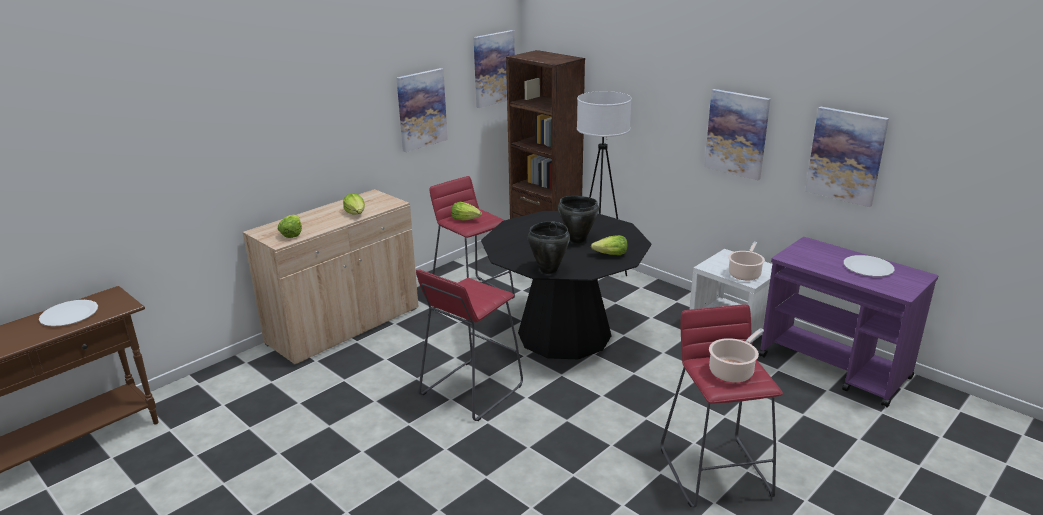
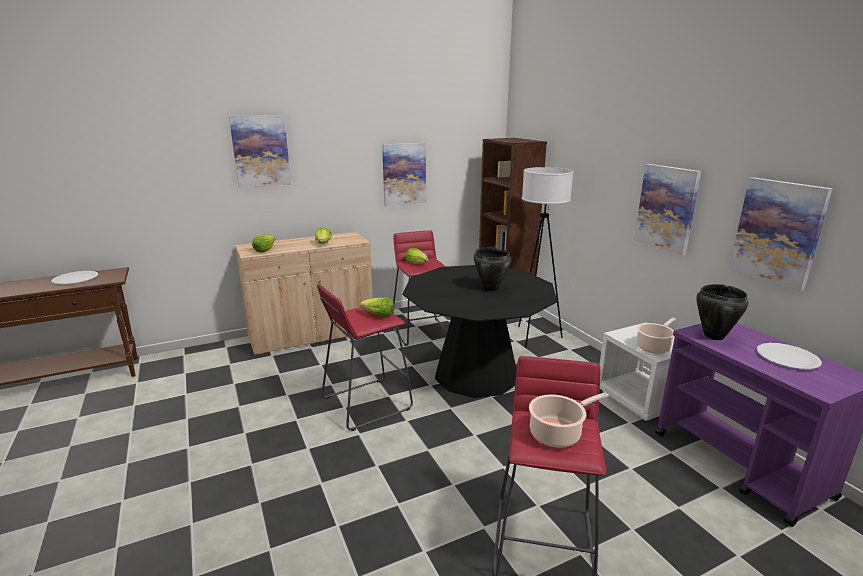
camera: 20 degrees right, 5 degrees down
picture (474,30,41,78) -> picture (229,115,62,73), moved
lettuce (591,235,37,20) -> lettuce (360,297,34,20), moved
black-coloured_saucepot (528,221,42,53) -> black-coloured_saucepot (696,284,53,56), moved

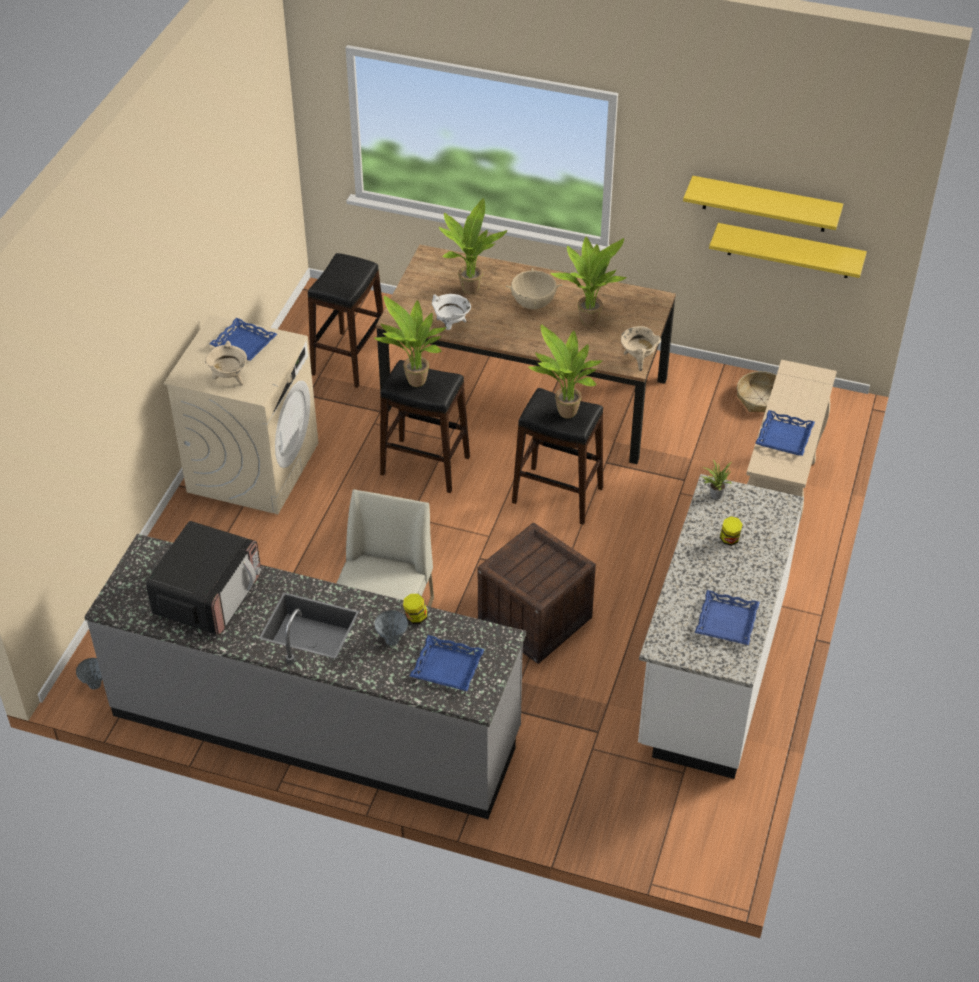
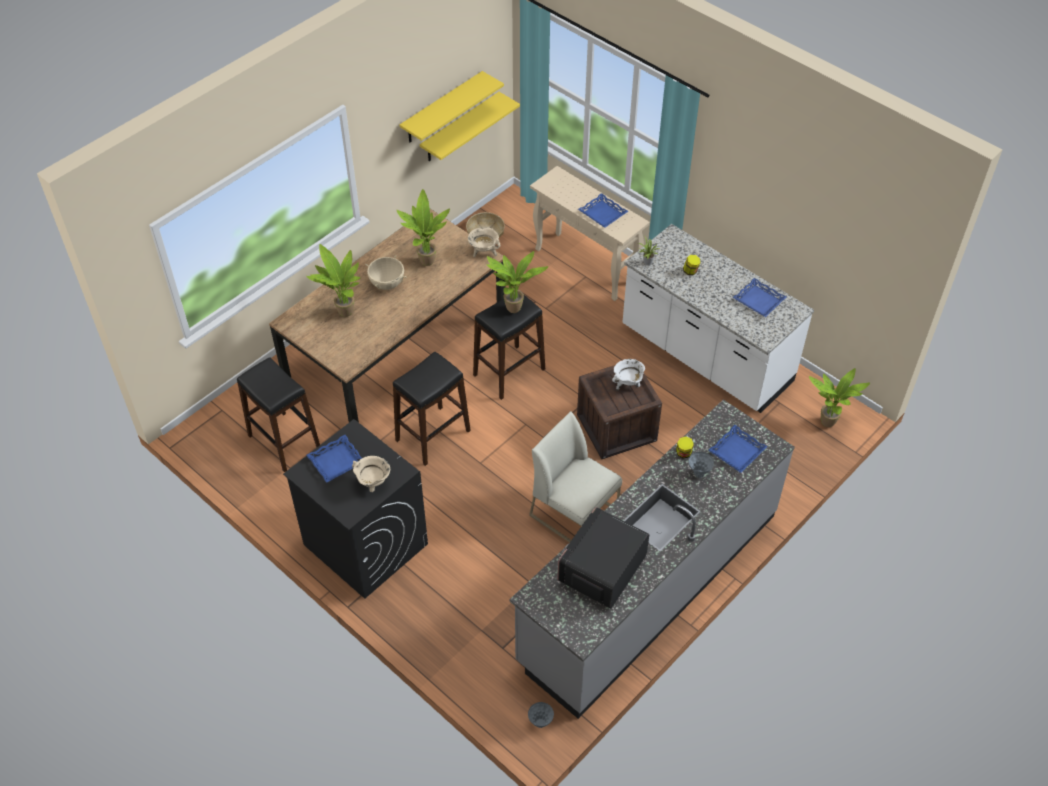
camera: 65 degrees left, 5 degrees up
beige-coloured_washing_machine (164,315,155,199) -> black-coloured_washing_machine (283,419,145,180)
microwave_oven (146,521,115,114) -> microwave_oven (557,507,92,102), 105 degrees counterclockwise
whitish_saucepot (432,294,39,36) -> whitish_saucepot (612,359,33,32), moved
plant_in_a_pot (374,296,72,91) -> plant_in_a_pot (809,368,61,59), moved

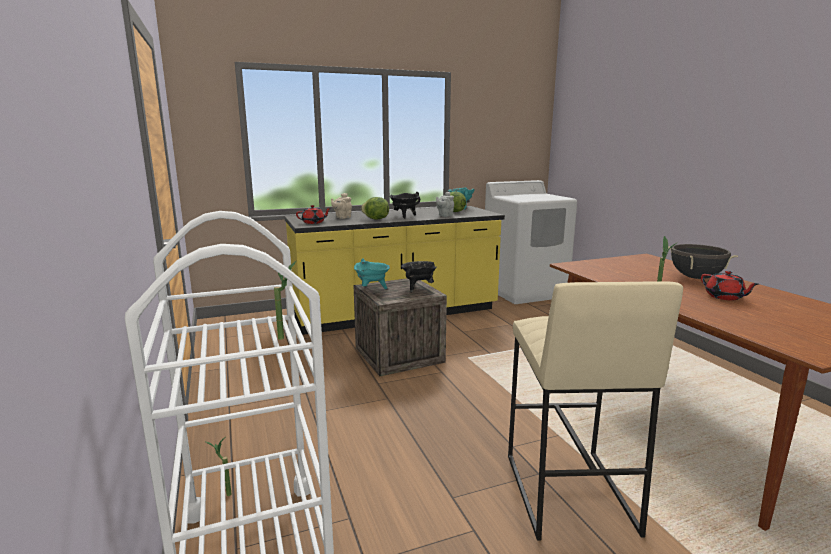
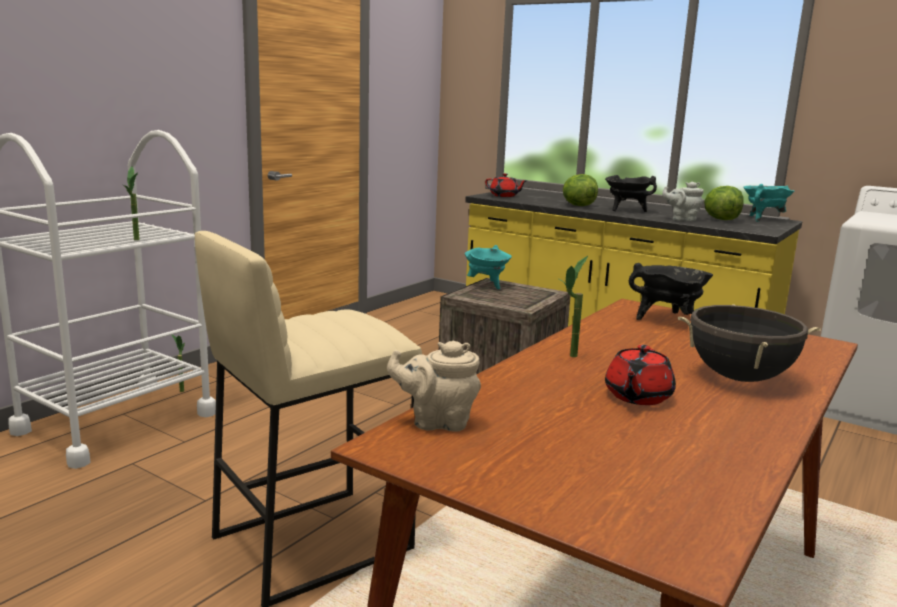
camera: 55 degrees right, 0 degrees up
beige-coloured_teapot (331,193,21,26) -> beige-coloured_teapot (387,341,94,91), moved
black-coloured_saucepot (401,261,36,31) -> black-coloured_saucepot (629,263,84,57), moved

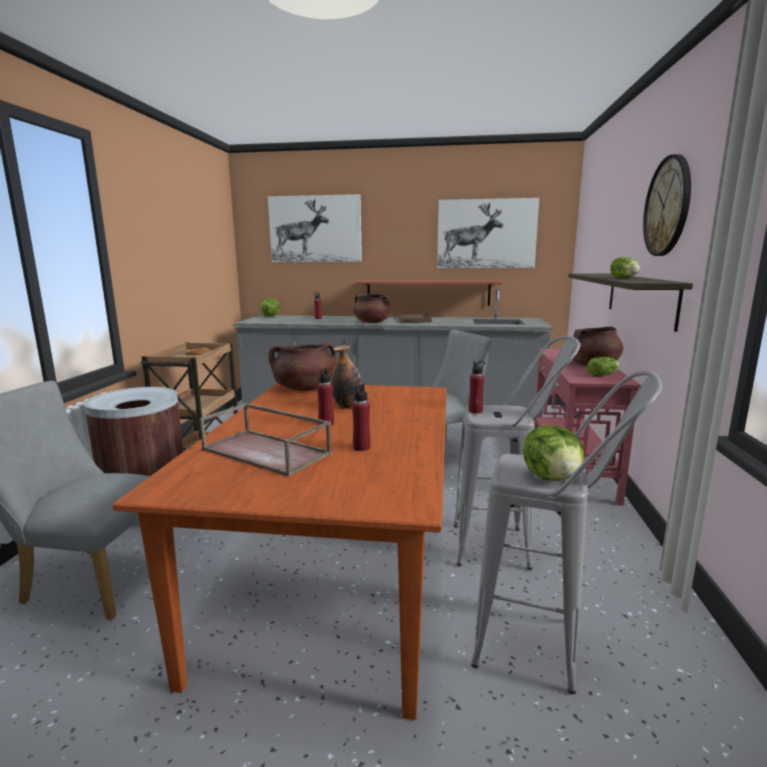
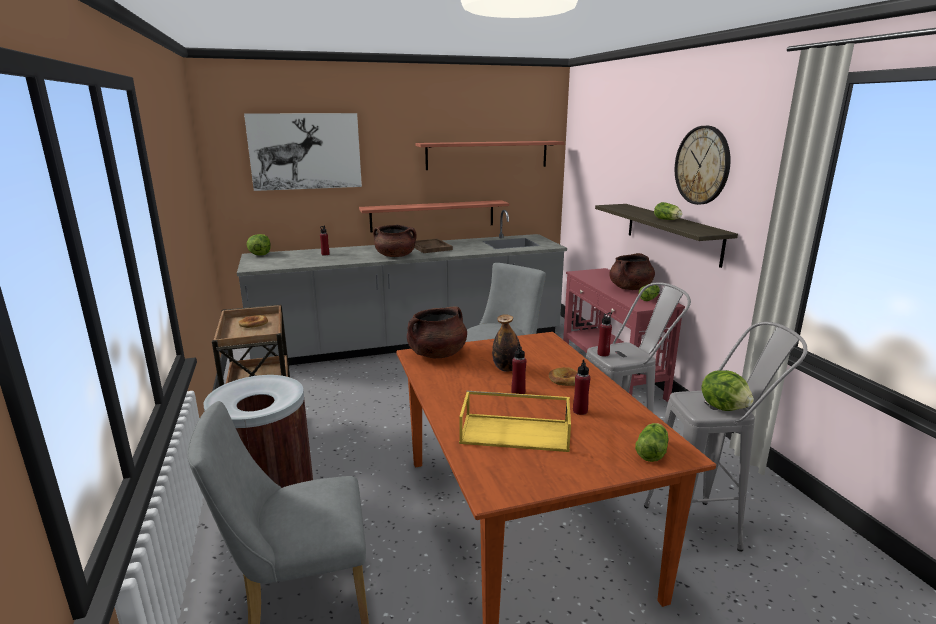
camera: 25 degrees left, 5 degrees up
picture (437,198,102,70) -> wall_shelf (415,141,150,29)
brown_tray (199,403,133,73) -> yellow-coloured_tray (459,391,112,61)
none -> bakery_bread (549,367,29,19)
none -> lettuce (635,423,34,39)

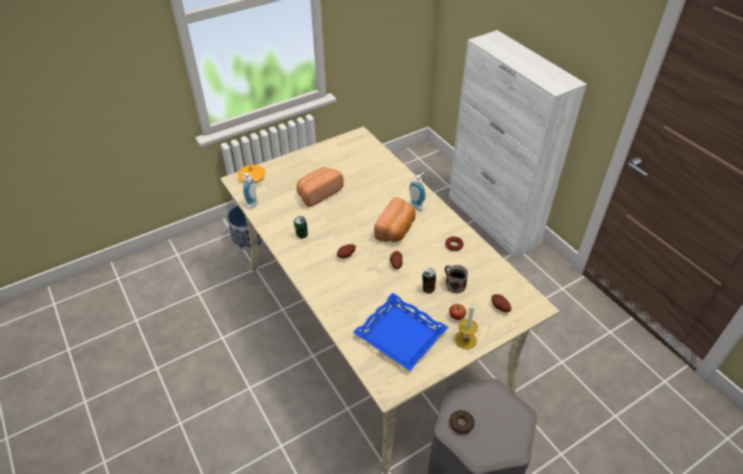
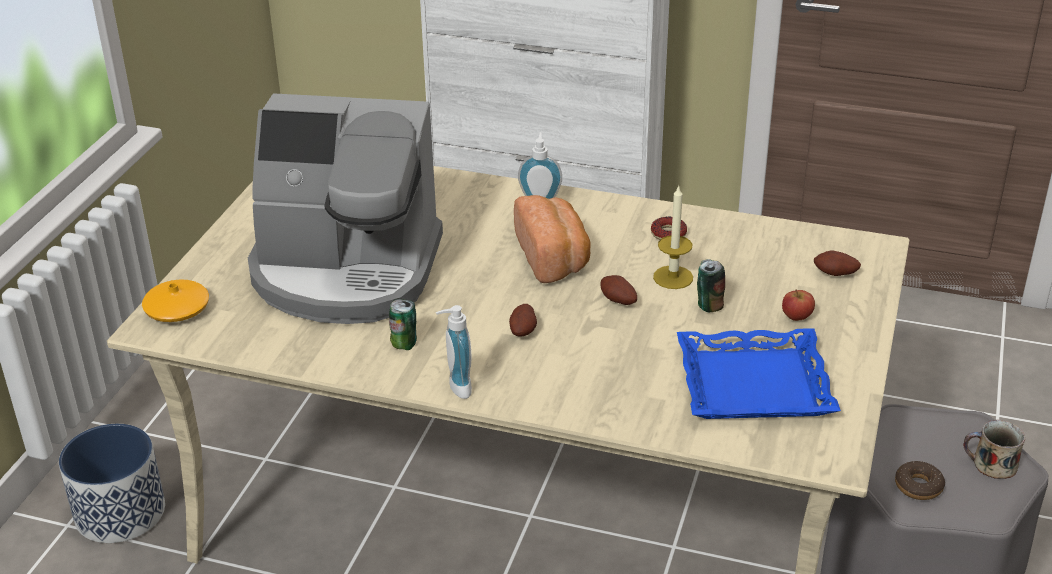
camera: 40 degrees left, 10 degrees down
bakery_bread (296,167,47,40) -> coffee_maker (248,93,195,231)
liquid_soap_bottle (239,172,19,38) -> liquid_soap_bottle (436,305,36,94), moved
wax_light (455,303,23,46) -> wax_light (653,185,40,104), moved
mug (445,265,23,29) -> mug (963,420,62,59), moved

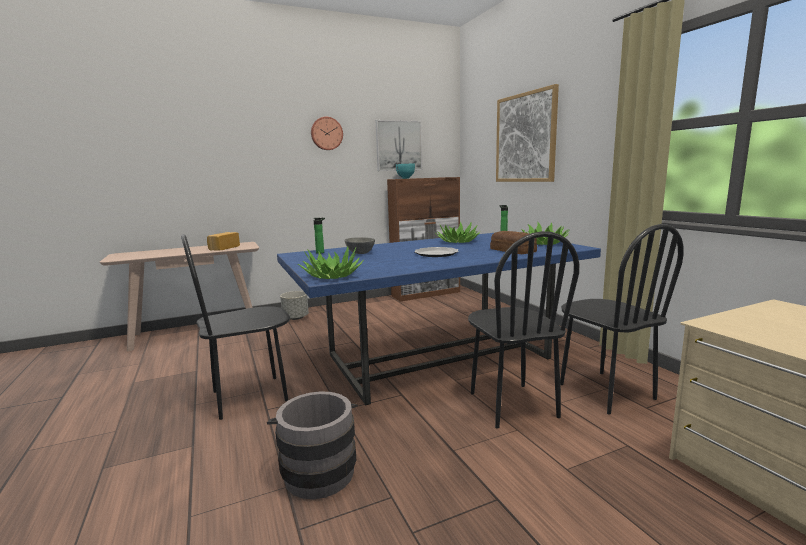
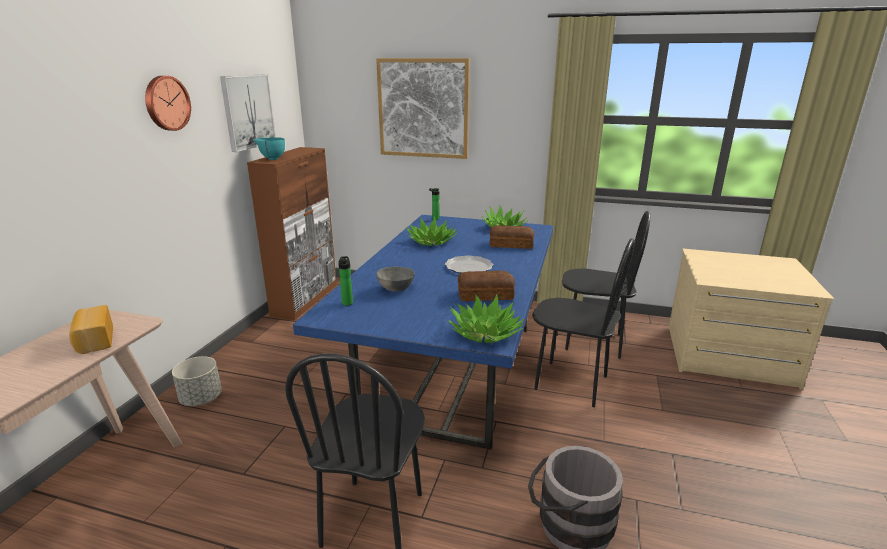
camera: 50 degrees left, 10 degrees up
none -> bakery_bread (458,271,57,30)

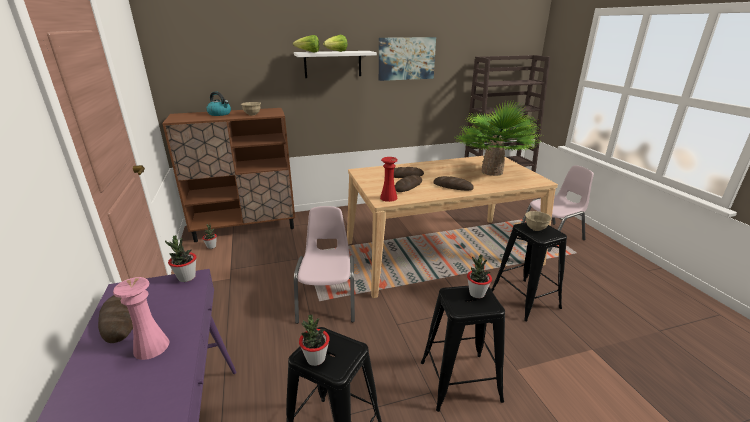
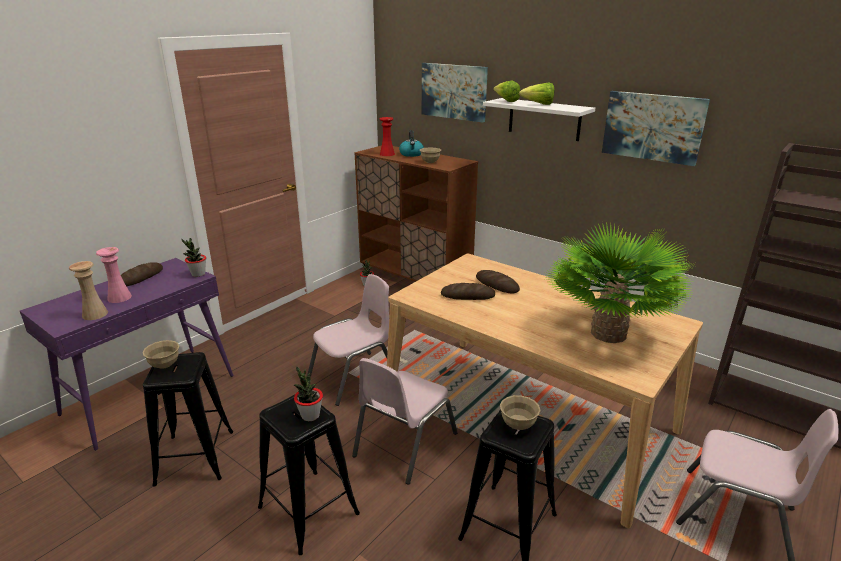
camera: 55 degrees right, 0 degrees up
none -> beige-coloured_flower_vase (69,261,39,59)
plant_in_a_pot (299,314,31,52) -> beige-coloured_bowl (142,340,38,29)
none -> pinkish_plain_chair (352,358,106,127)
red_flower_vase (380,157,18,45) -> red_flower_vase (380,117,15,39), moved
none -> picture (422,63,66,60)
bakery_bread (433,176,41,15) -> none

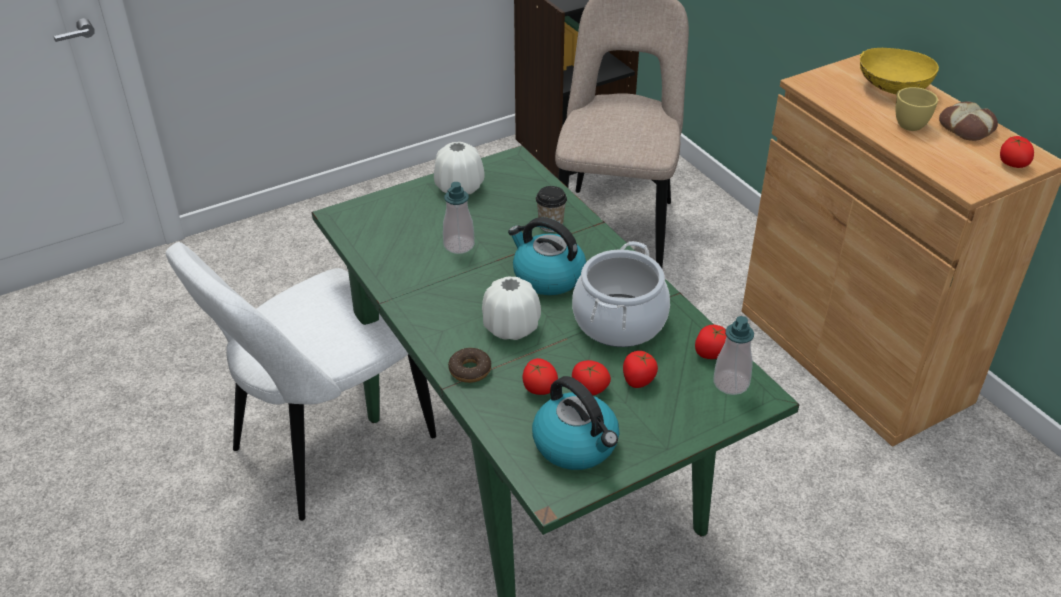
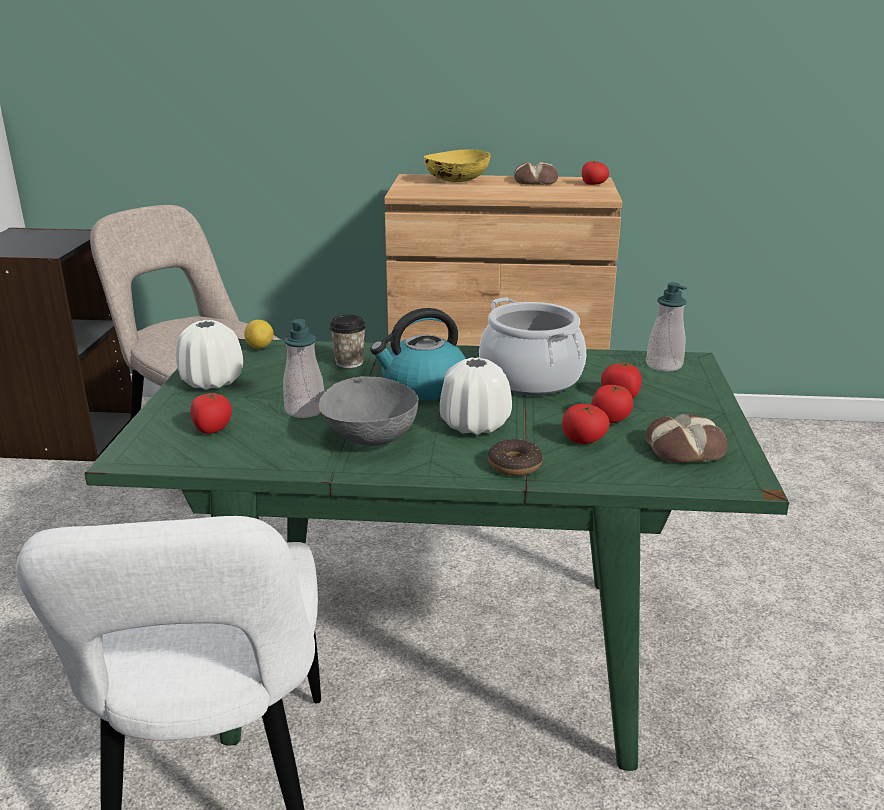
camera: 55 degrees left, 15 degrees down
fresh_tomato (695,325,31,34) -> fresh_tomato (190,391,42,43), moved
none -> citrus_fruit (244,320,30,29)
none -> grey_bowl (319,376,100,70)
kettle (532,376,87,94) -> bakery_bread (645,414,82,49)
yellow-coloured_small_cup (896,87,42,44) -> none

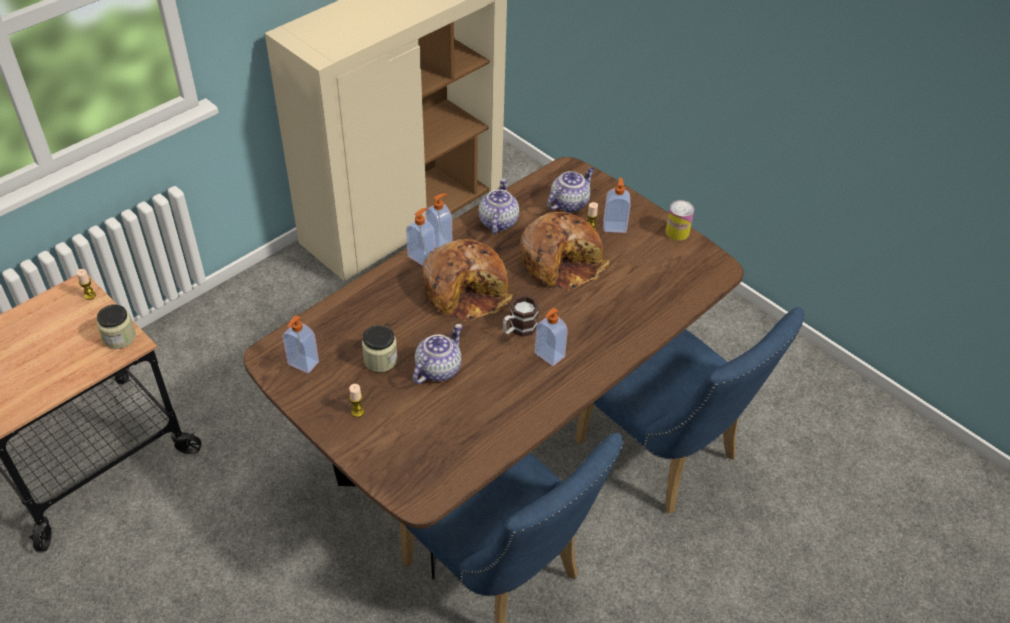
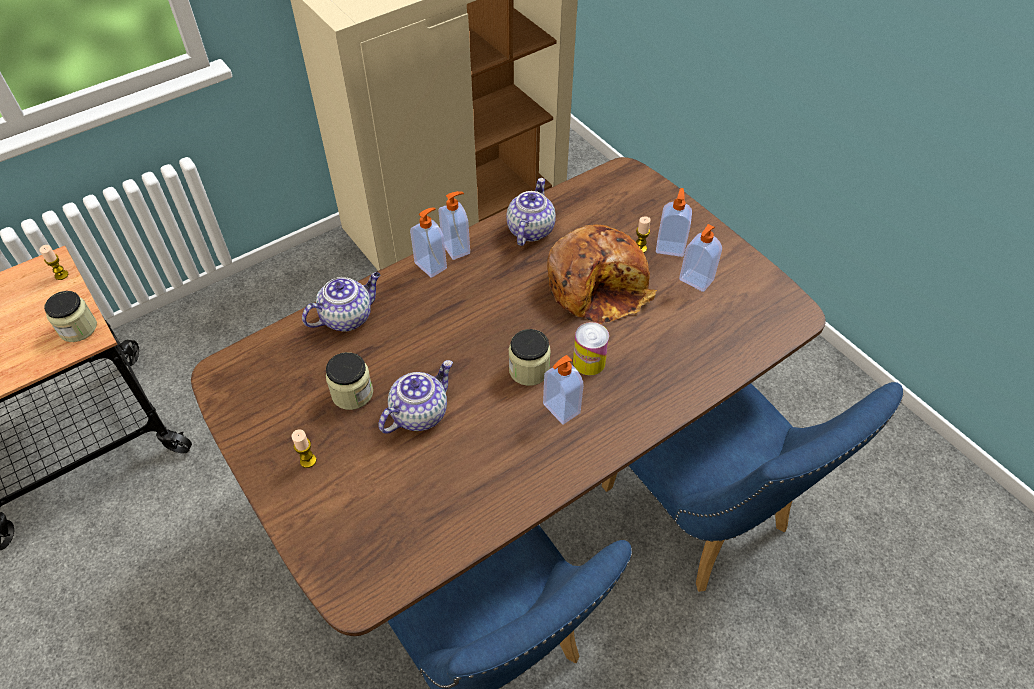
camera: 10 degrees right, 5 degrees up
teapot (547,167,48,46) -> teapot (302,272,78,60), moved
mug (503,295,36,42) -> preserve_jar (509,329,42,57)
can (665,200,29,41) -> can (573,322,36,53), moved
liquid_soap_bottle (283,315,36,59) -> liquid_soap_bottle (679,224,43,68), moved
bakery_bread (423,239,91,82) -> none

